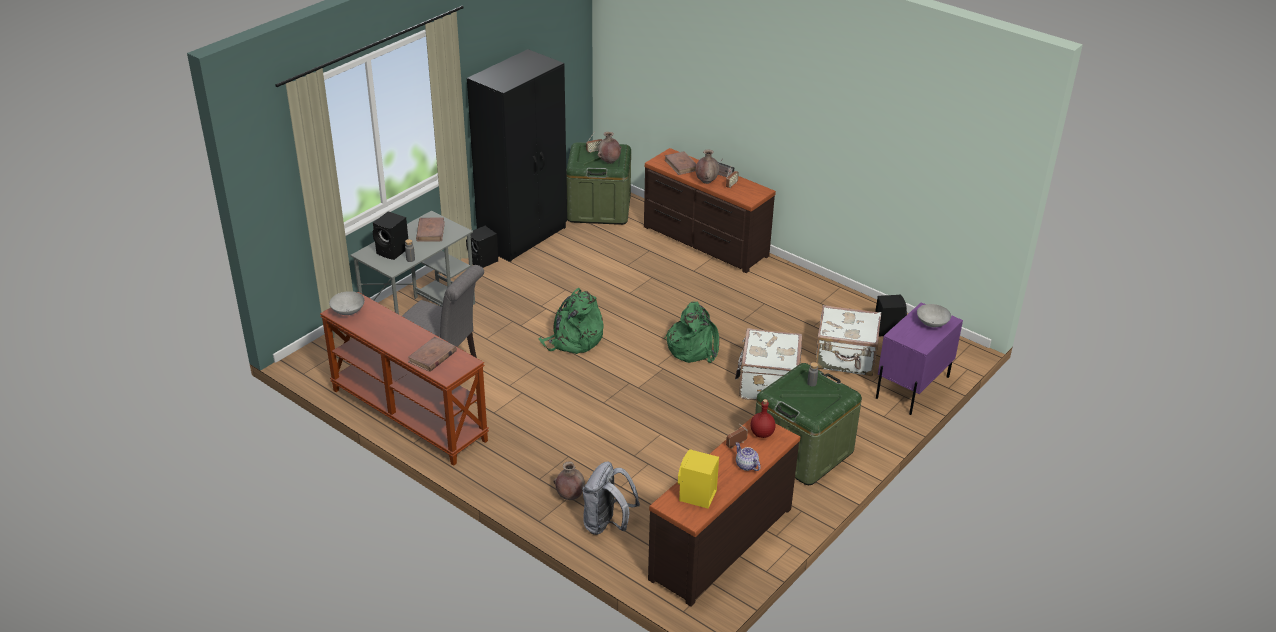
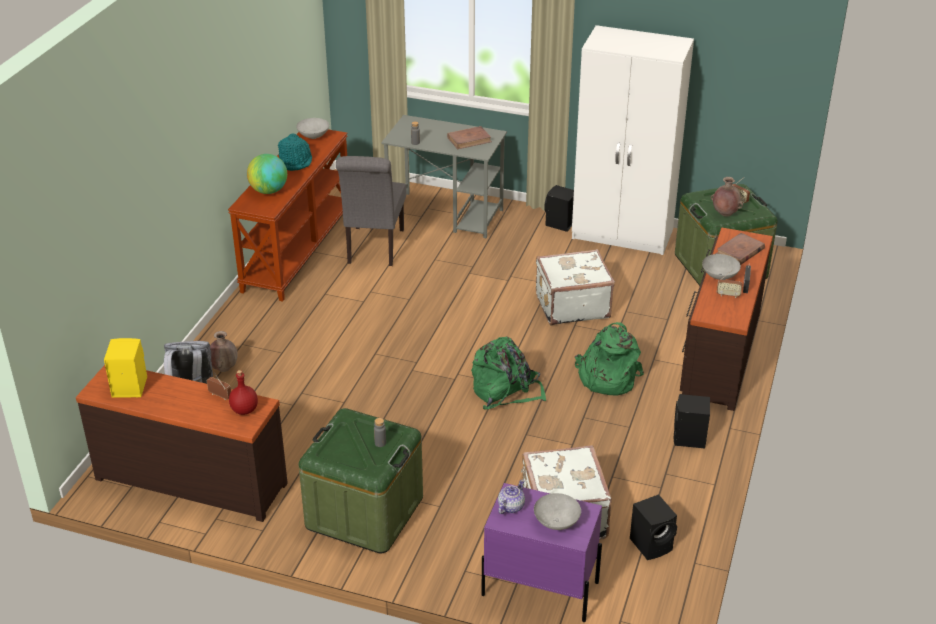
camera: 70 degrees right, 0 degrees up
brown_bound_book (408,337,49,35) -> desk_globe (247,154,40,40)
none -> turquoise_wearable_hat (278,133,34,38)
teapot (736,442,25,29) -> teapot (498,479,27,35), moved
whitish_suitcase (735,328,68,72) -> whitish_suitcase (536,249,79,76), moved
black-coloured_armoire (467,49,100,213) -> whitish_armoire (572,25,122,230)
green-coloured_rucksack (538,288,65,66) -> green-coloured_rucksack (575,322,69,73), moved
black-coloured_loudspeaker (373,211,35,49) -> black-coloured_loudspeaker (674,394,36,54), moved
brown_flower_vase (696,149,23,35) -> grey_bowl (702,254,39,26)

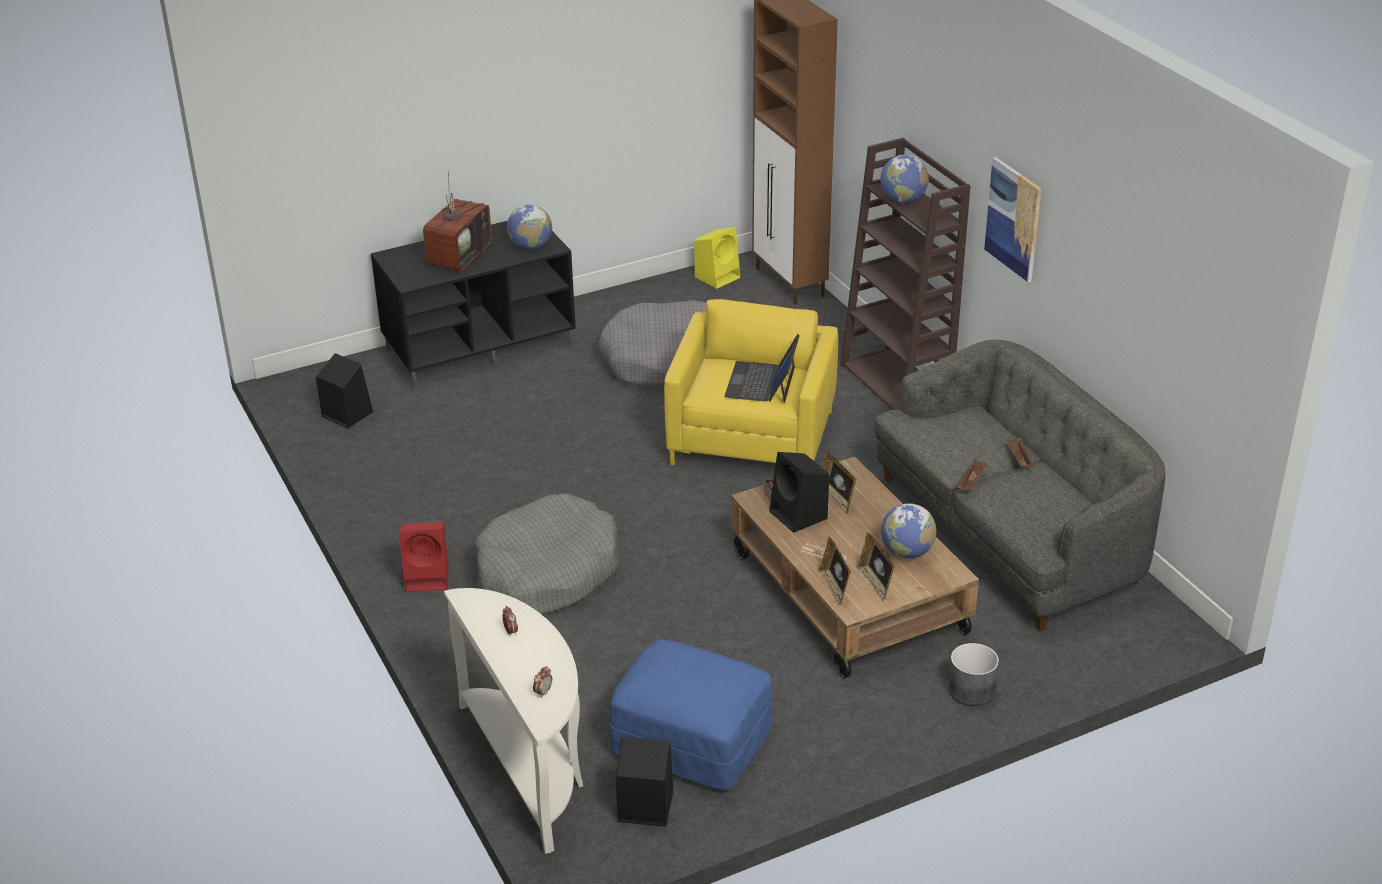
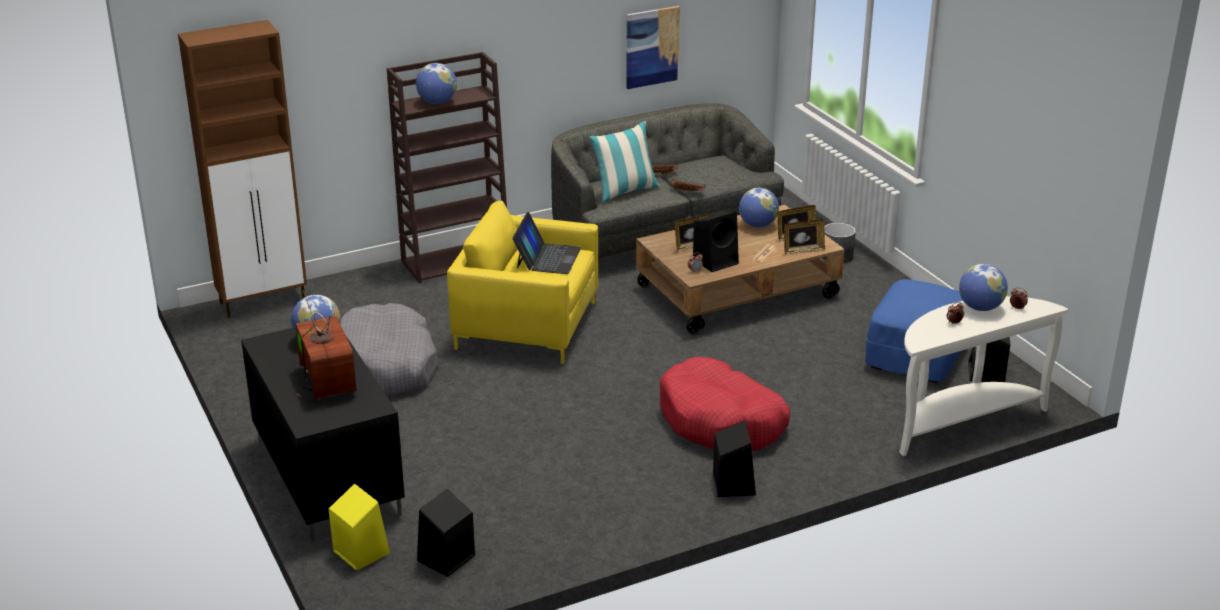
camera: 90 degrees left, 5 degrees down
television (423,170,69,102) -> television (295,290,61,112), 45 degrees clockwise
yellow-coloured_loudspeaker (694,227,46,62) -> yellow-coloured_loudspeaker (328,484,62,87), moved
notebook_computer (724,334,76,69) -> notebook_computer (512,212,69,62), 90 degrees counterclockwise
none -> cushion (589,121,71,81)
picture (984,157,58,125) -> picture (626,6,54,83), moved
grey_dog_bed (475,493,144,121) -> red_dog_bed (660,357,130,94)
red_loudspeaker (399,521,50,71) -> black-coloured_loudspeaker (713,420,43,77)
none -> desk_globe (959,264,49,47)

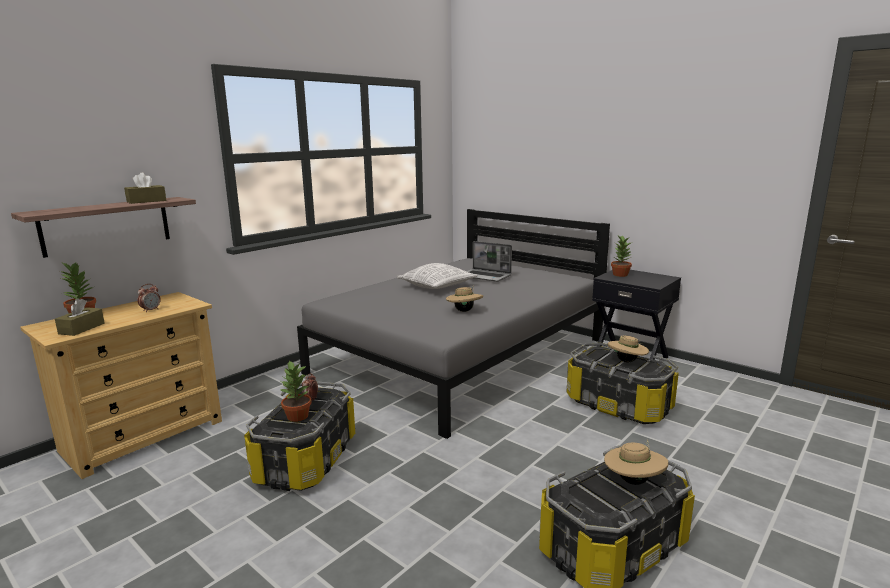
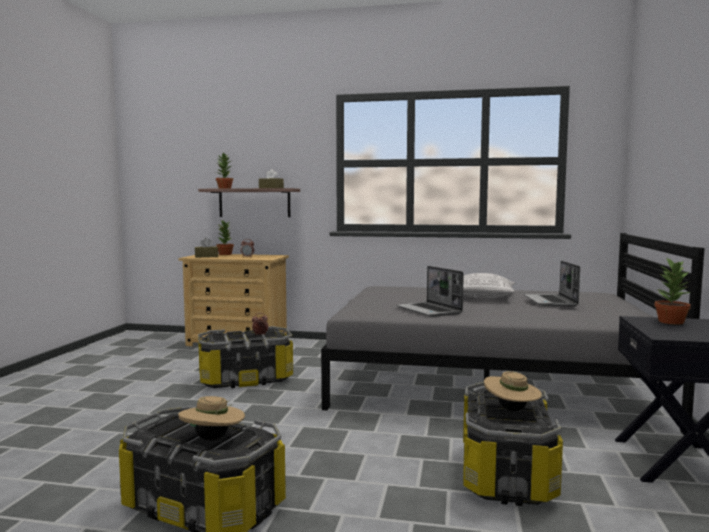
camera: 60 degrees right, 10 degrees down
plant_in_a_pot (279,360,33,62) -> plant_in_a_pot (216,152,17,37), moved
beige-coloured_wearable_hat (446,287,37,25) -> notebook_computer (396,266,68,51)

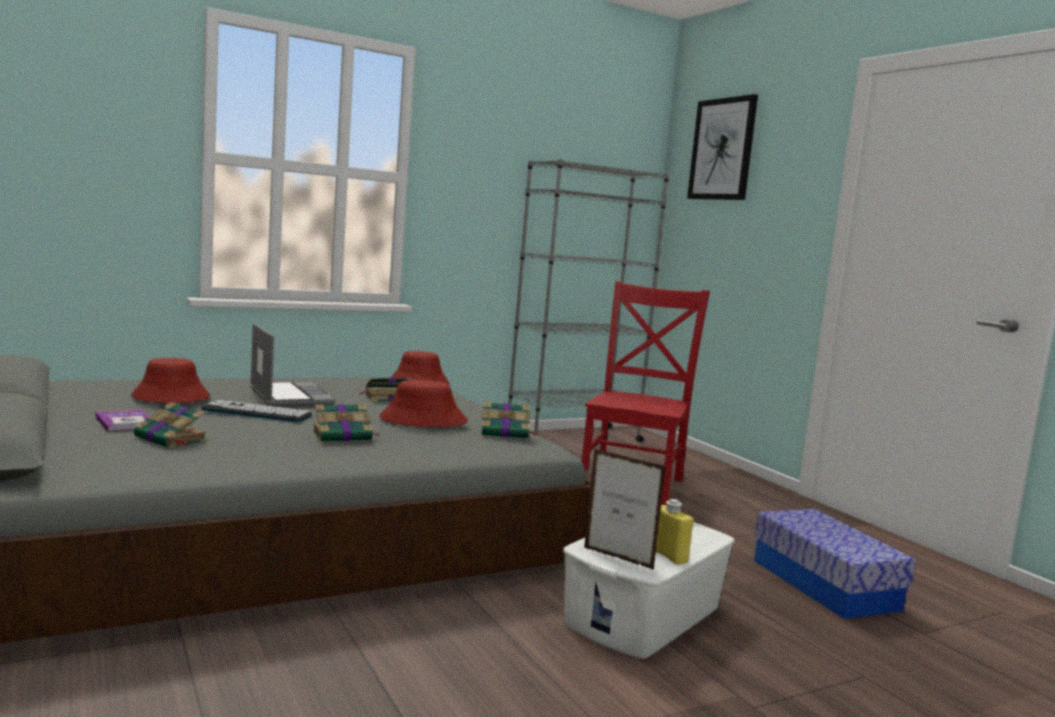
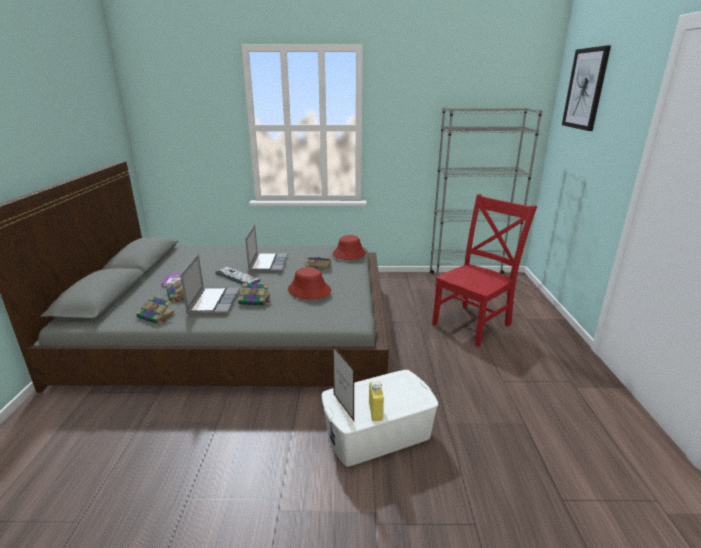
camera: 30 degrees right, 15 degrees up
bound_book (481,402,57,37) -> bound_book (137,296,39,28), moved
none -> notebook_computer (180,254,60,60)
red_wearable_hat (131,358,79,45) -> none
storage_box (754,509,162,110) -> none

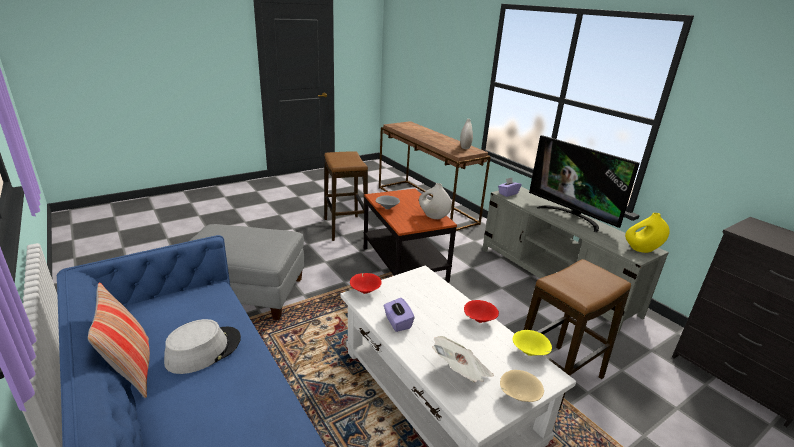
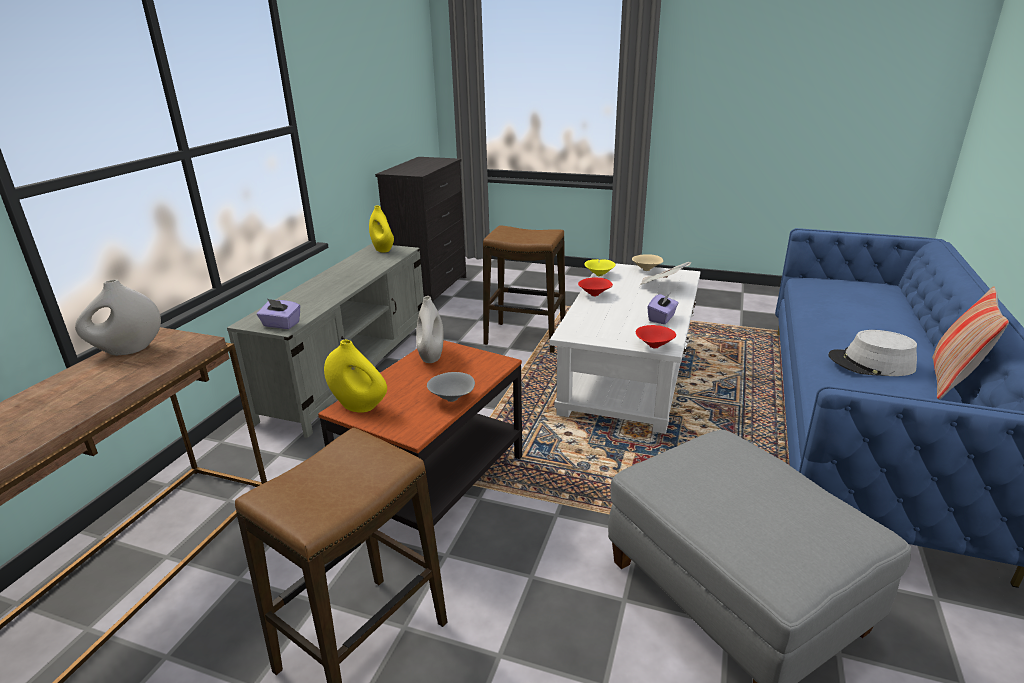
camera: 125 degrees left, 0 degrees up
none -> yellow-coloured_flower_vase (324,340,63,73)
television (529,135,111,97) -> none

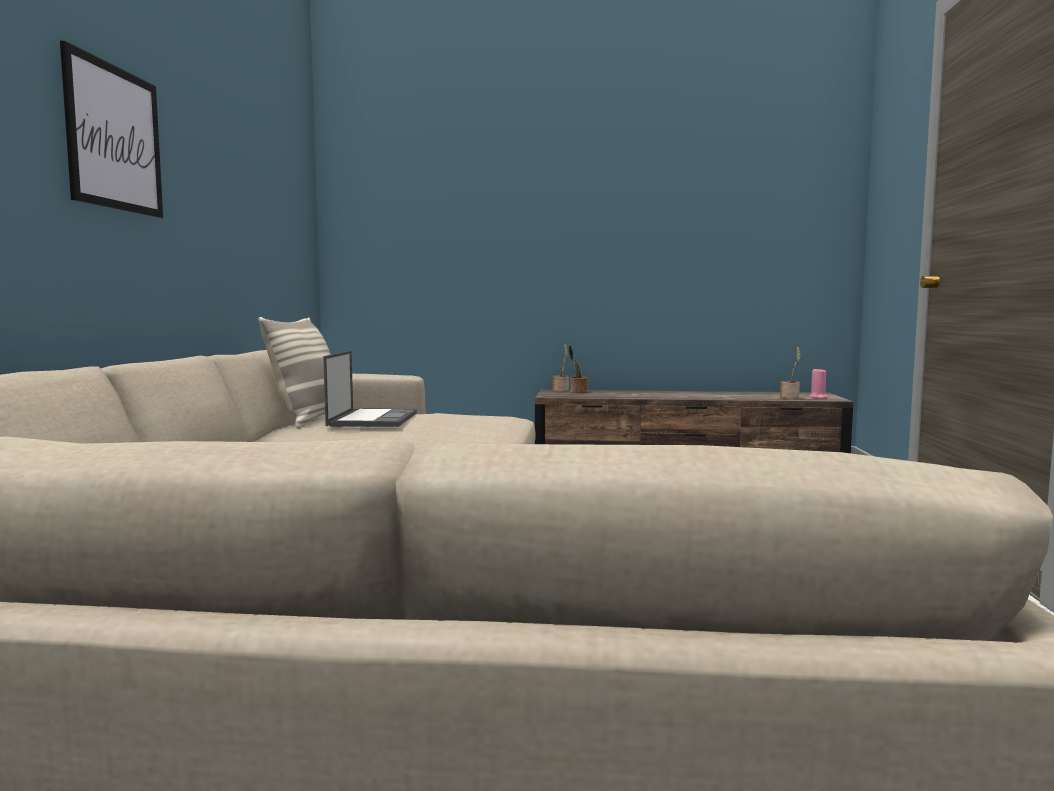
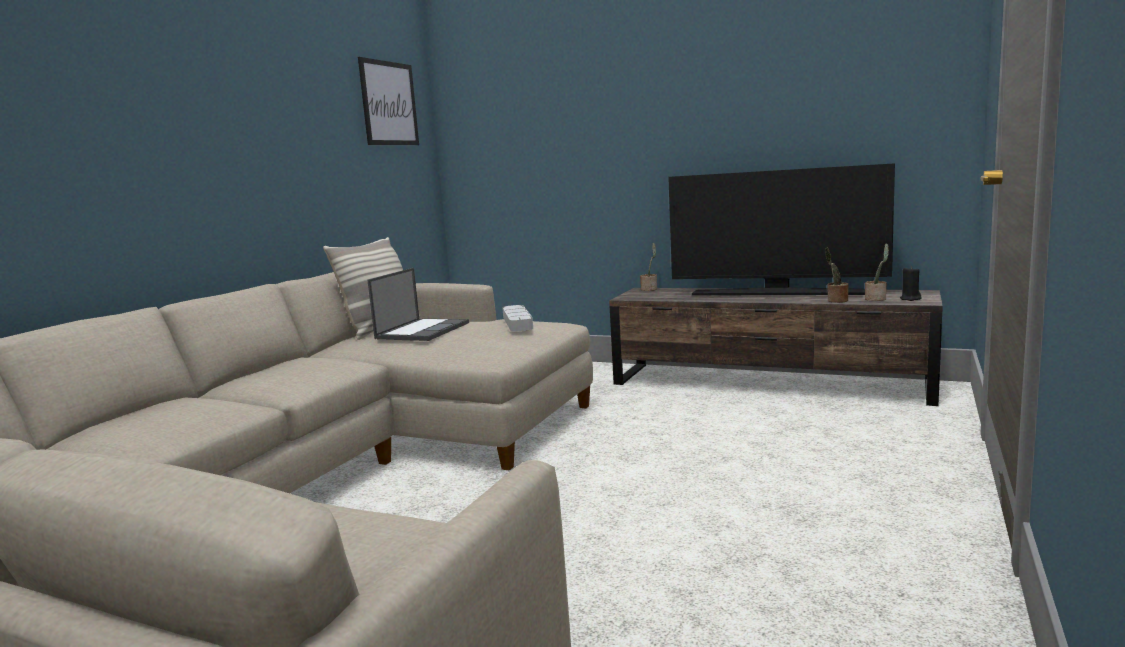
camera: 20 degrees right, 5 degrees up
picture (60,41,103,177) -> picture (358,57,61,88), moved
none -> grey_tray (502,305,31,26)
none -> television (668,163,227,133)
plant_in_a_pot (569,345,19,48) -> plant_in_a_pot (825,247,24,56), moved
pinkish_wax_light (809,367,19,32) -> black-coloured_wax_light (900,266,22,35)

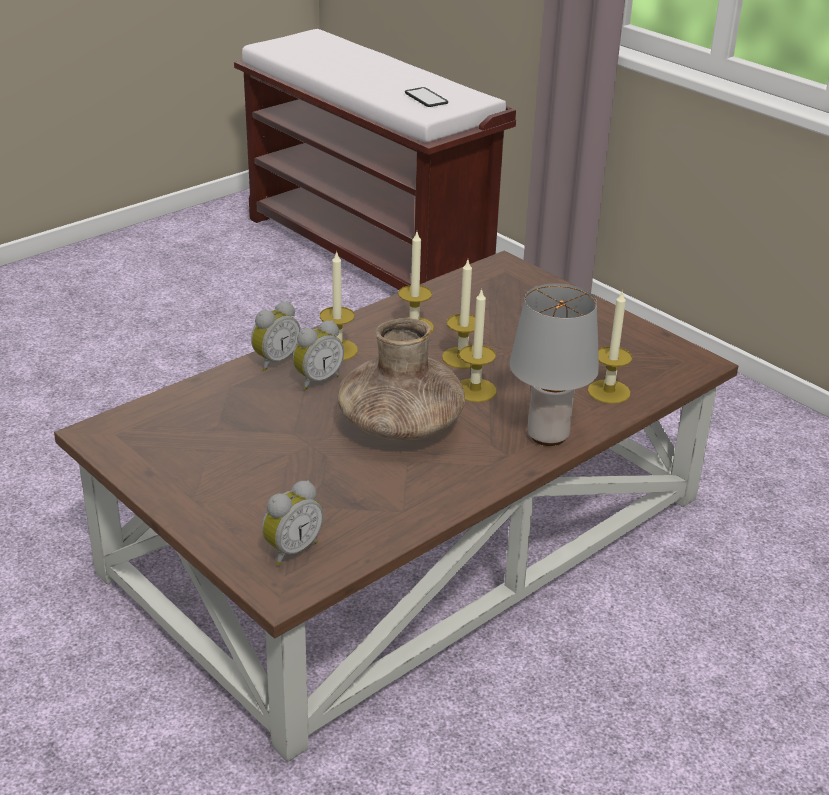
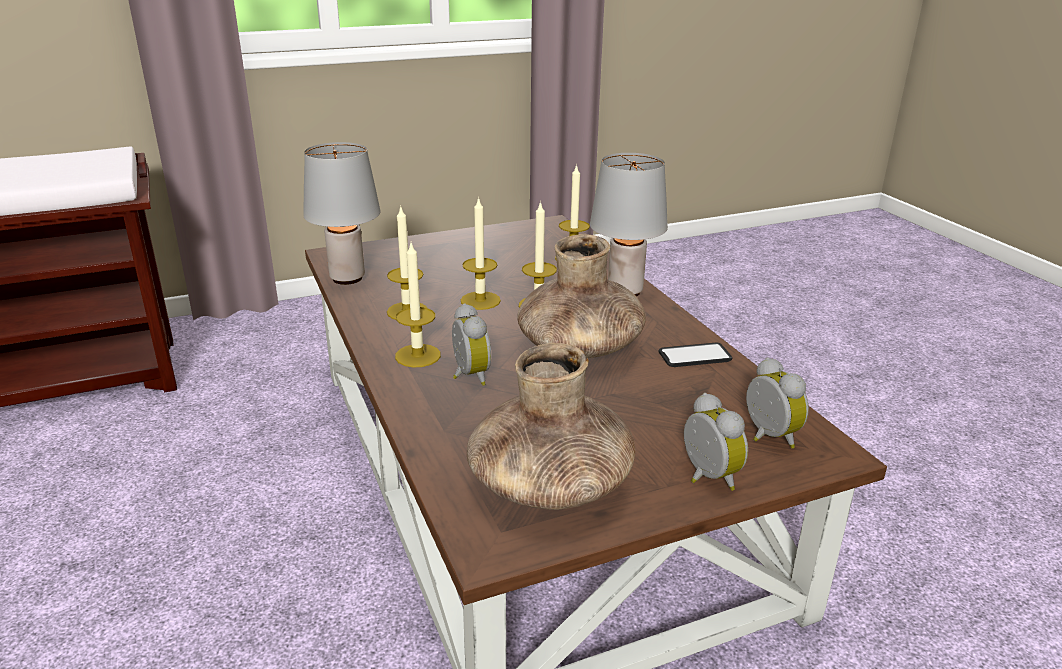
camera: 70 degrees left, 5 degrees down
none -> grey_tabletop_lamp (303,142,78,143)
none -> brown_flower_vase (467,343,168,167)
phone (405,87,43,20) -> phone (658,342,75,25), moved
table_clock (251,301,50,70) -> table_clock (684,393,64,98), moved

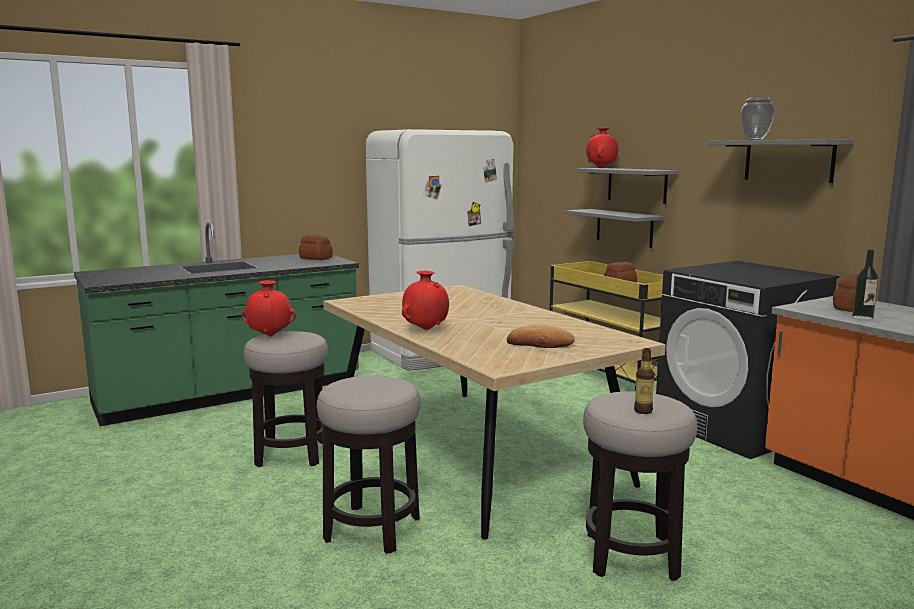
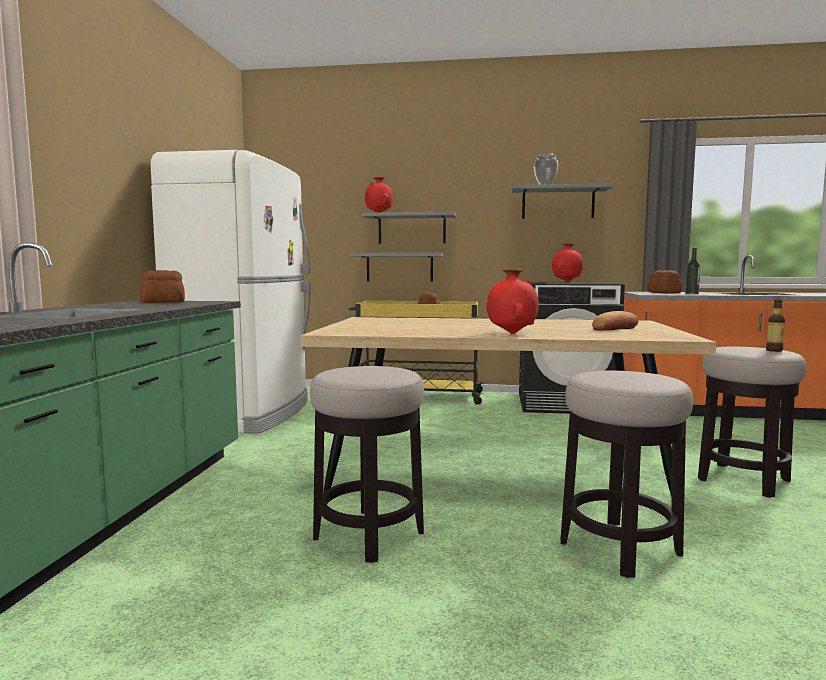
camera: 50 degrees left, 5 degrees down
red_flower_vase (242,280,54,56) -> red_flower_vase (552,243,31,39), moved

